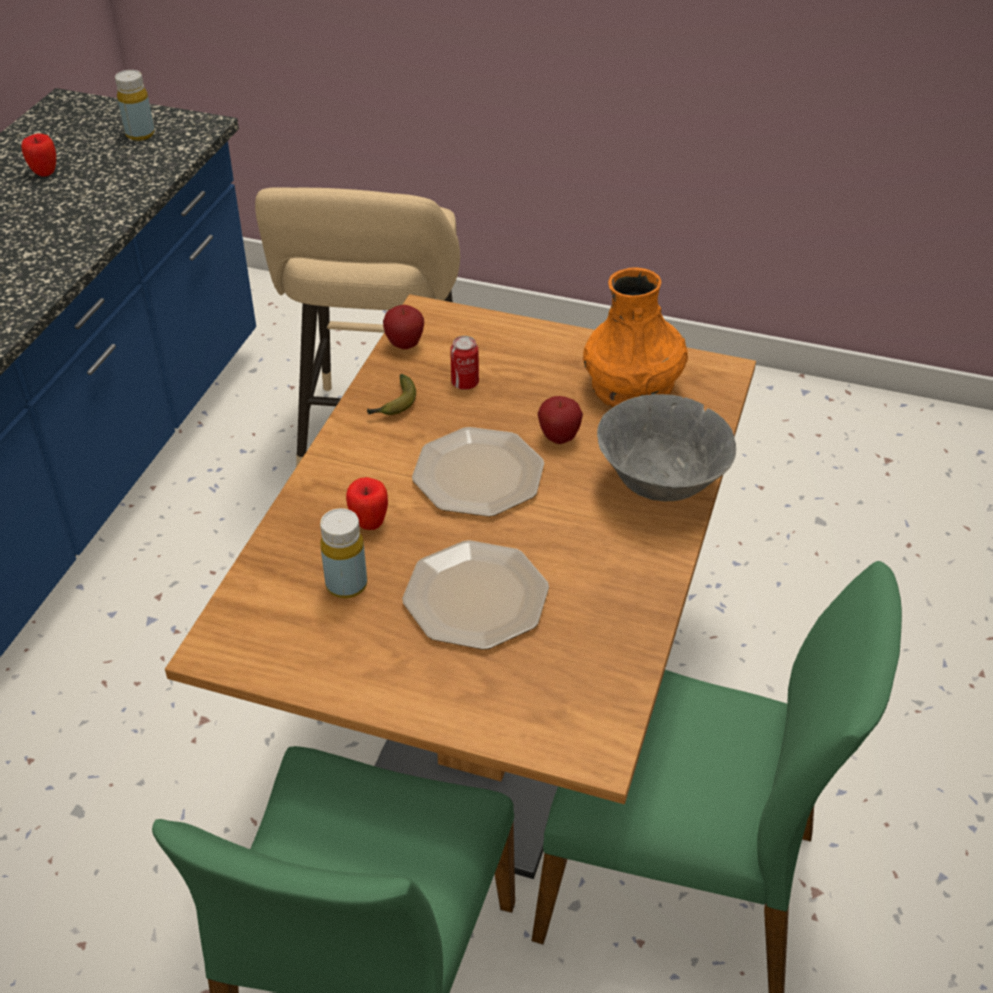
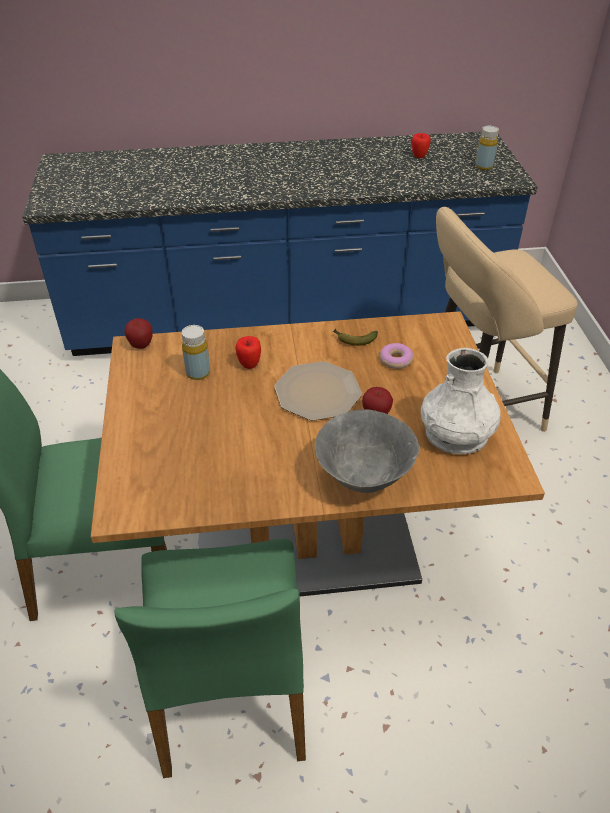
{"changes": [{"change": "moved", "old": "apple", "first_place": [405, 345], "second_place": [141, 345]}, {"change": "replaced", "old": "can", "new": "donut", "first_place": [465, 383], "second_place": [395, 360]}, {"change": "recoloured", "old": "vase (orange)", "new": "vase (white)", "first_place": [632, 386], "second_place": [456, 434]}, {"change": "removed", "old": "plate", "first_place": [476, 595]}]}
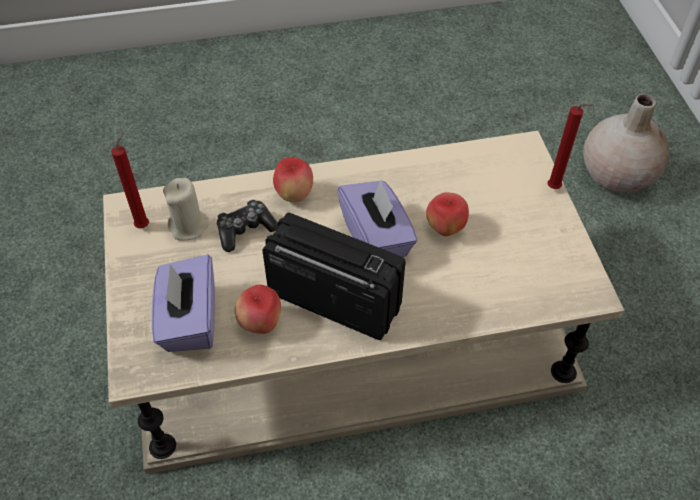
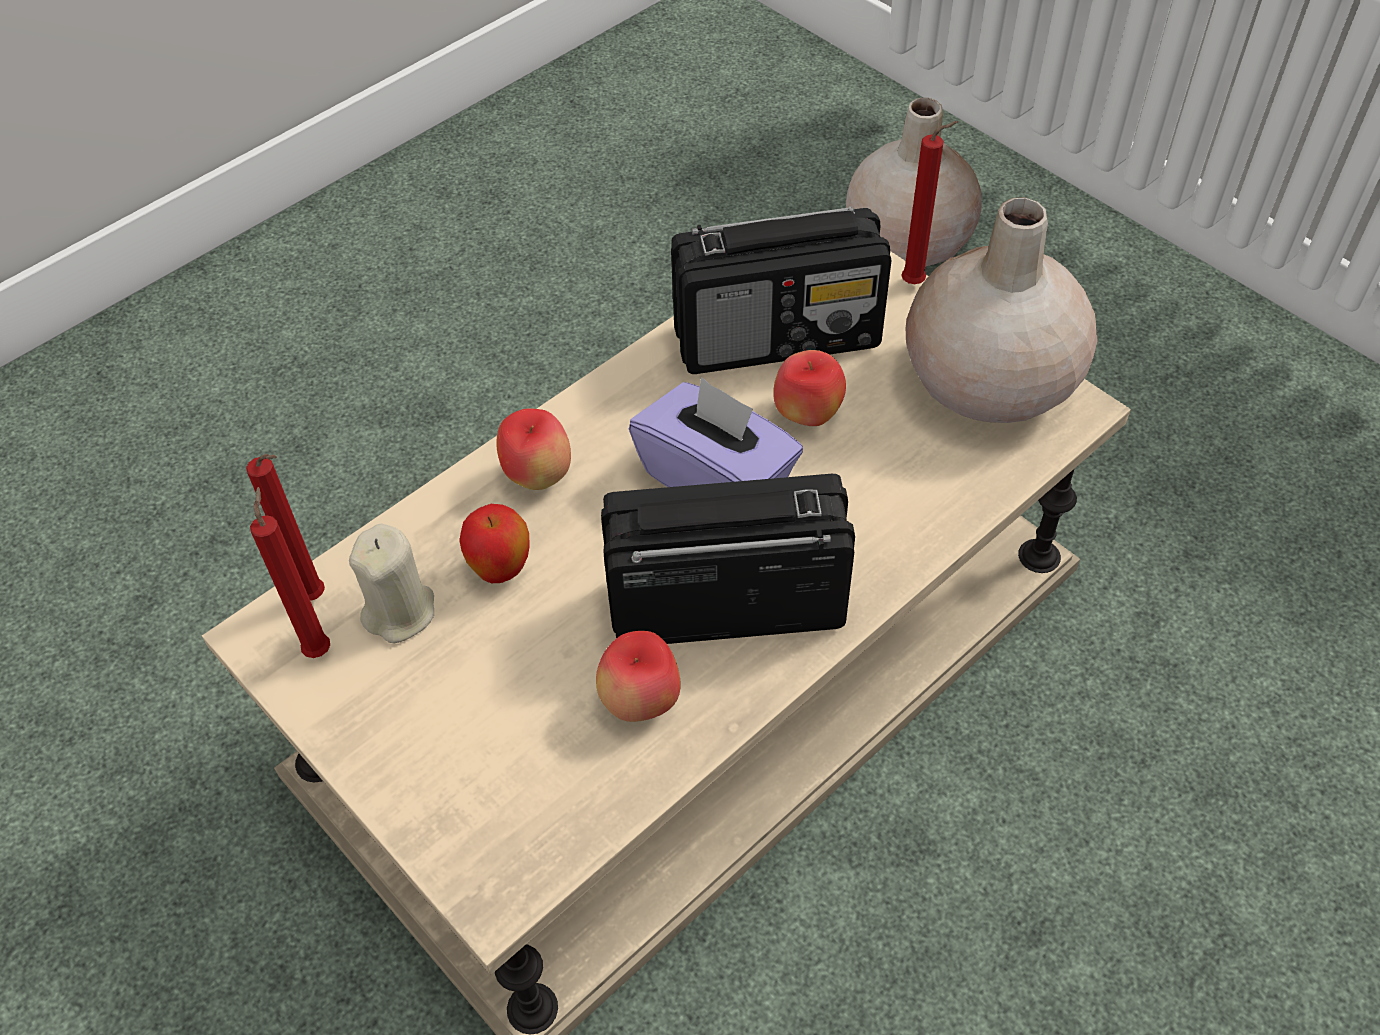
{"changes": [{"change": "added", "new": "candle (red)", "second_place": [317, 597]}, {"change": "replaced", "old": "game controller", "new": "apple", "first_place": [245, 230], "second_place": [501, 570]}, {"change": "added", "new": "radio", "second_place": [779, 337]}, {"change": "added", "new": "vase (beige)", "second_place": [988, 384]}, {"change": "removed", "old": "tissue box (purple)", "first_place": [189, 320]}]}
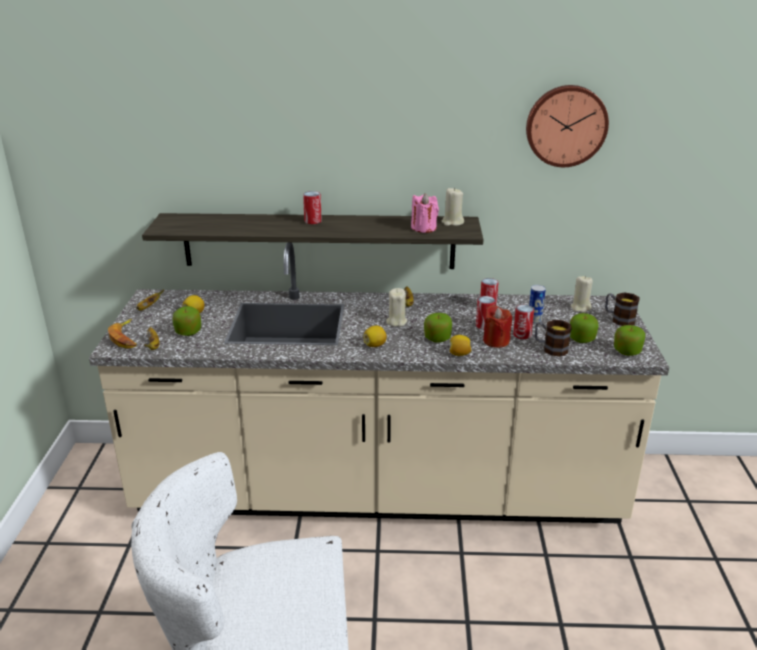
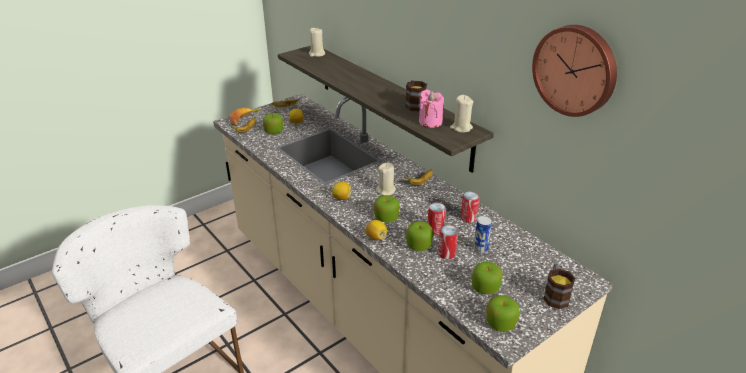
{"changes": [{"change": "moved", "old": "candle (beige)", "first_place": [580, 308], "second_place": [317, 54]}, {"change": "moved", "old": "mug", "first_place": [550, 348], "second_place": [414, 104]}, {"change": "replaced", "old": "candle (red)", "new": "apple", "first_place": [496, 341], "second_place": [419, 245]}, {"change": "removed", "old": "can", "first_place": [313, 221]}]}
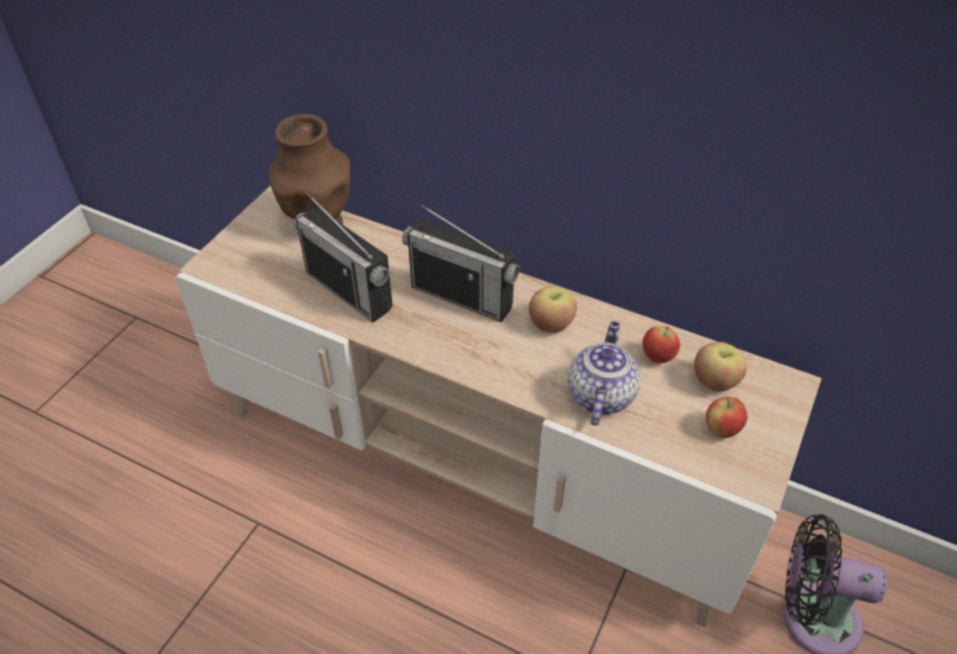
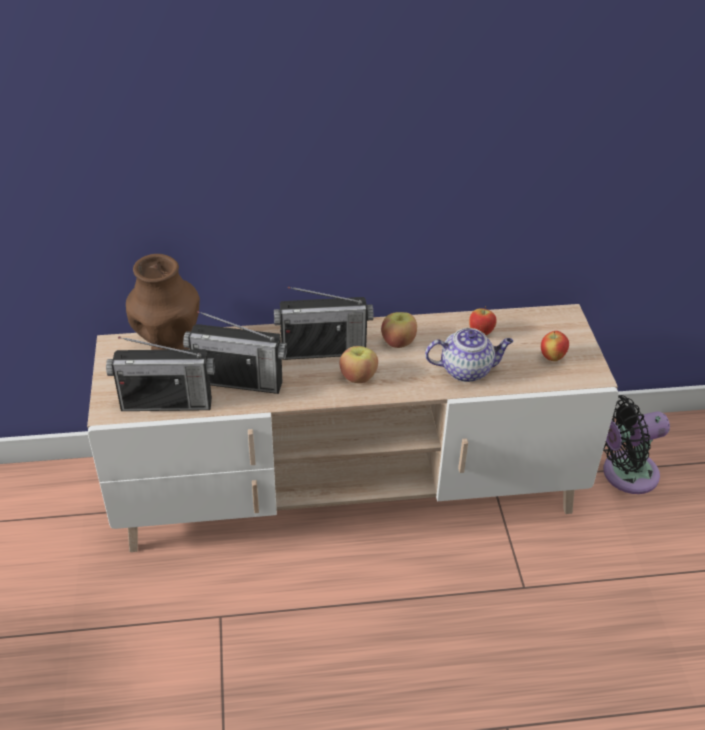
{"changes": [{"change": "added", "new": "radio", "second_place": [167, 403]}, {"change": "moved", "old": "apple", "first_place": [715, 381], "second_place": [358, 376]}, {"change": "turned", "old": "teapot", "first_place": [600, 394], "second_place": [467, 370], "degrees": 105}]}
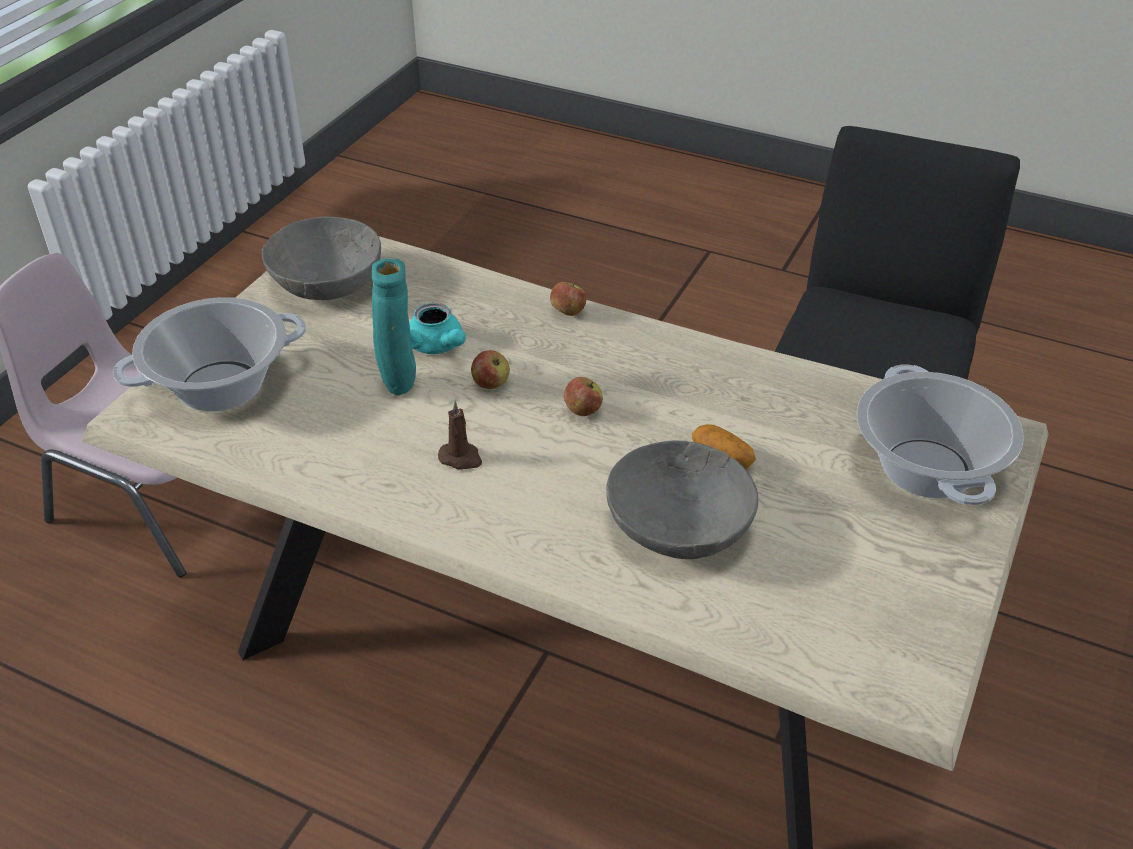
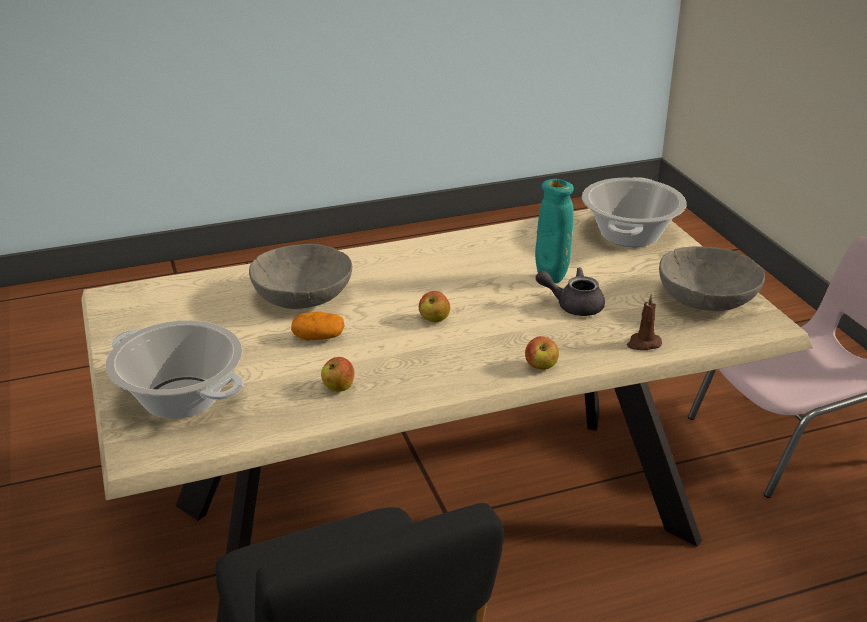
{"changes": [{"change": "moved", "old": "apple", "first_place": [491, 384], "second_place": [338, 388]}, {"change": "recoloured", "old": "teapot (turquoise)", "new": "teapot (grey)", "first_place": [437, 346], "second_place": [573, 305]}, {"change": "moved", "old": "candle (brown)", "first_place": [461, 458], "second_place": [643, 343]}]}
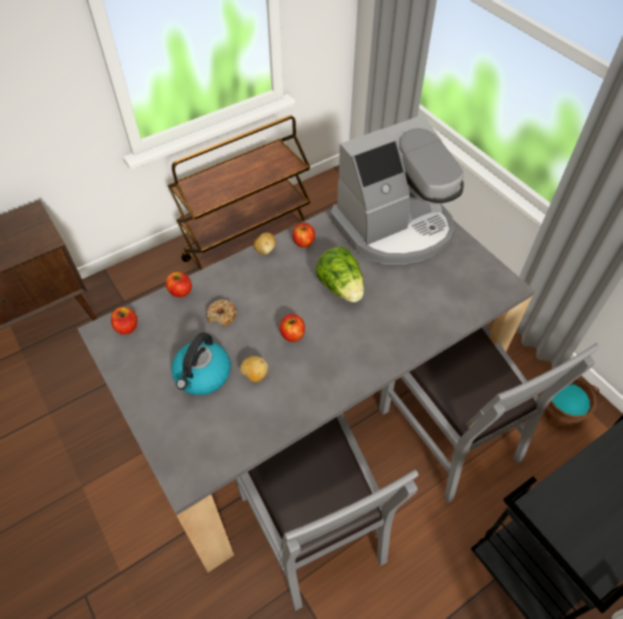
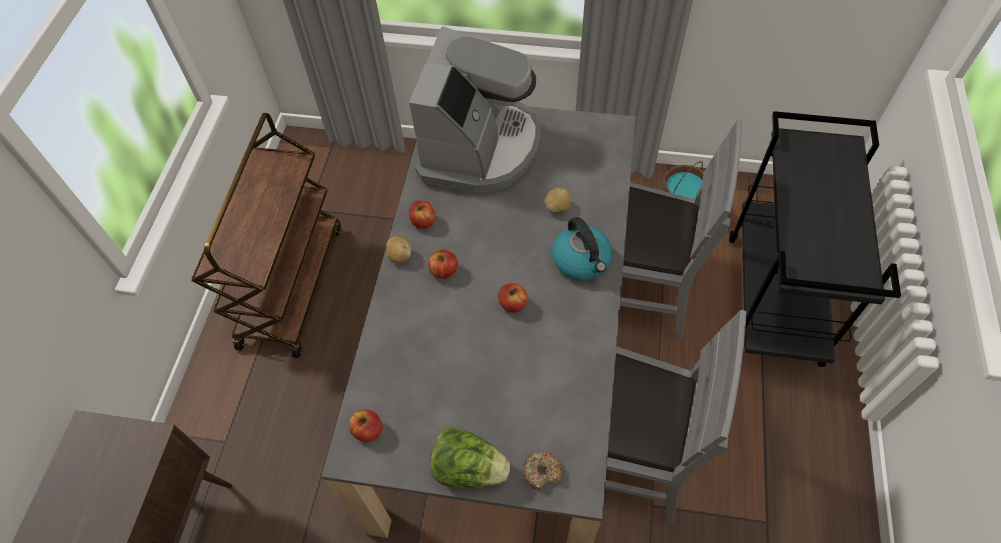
{"changes": [{"change": "moved", "old": "apple", "first_place": [180, 291], "second_place": [443, 271]}, {"change": "moved", "old": "lettuce", "first_place": [341, 287], "second_place": [469, 468]}, {"change": "moved", "old": "donut", "first_place": [222, 316], "second_place": [542, 472]}, {"change": "moved", "old": "potato", "first_place": [255, 375], "second_place": [557, 208]}, {"change": "moved", "old": "kettle", "first_place": [202, 375], "second_place": [581, 261]}]}
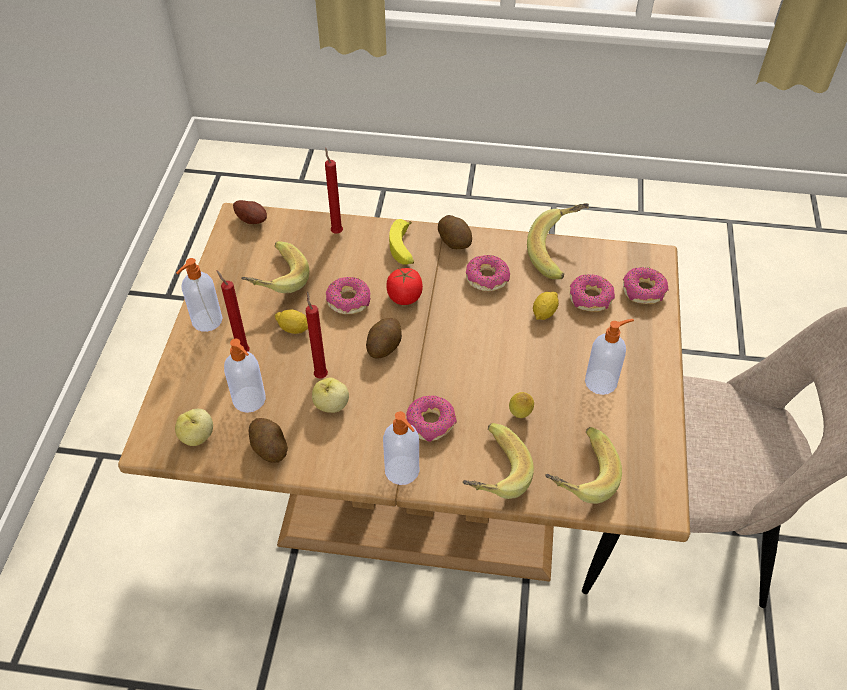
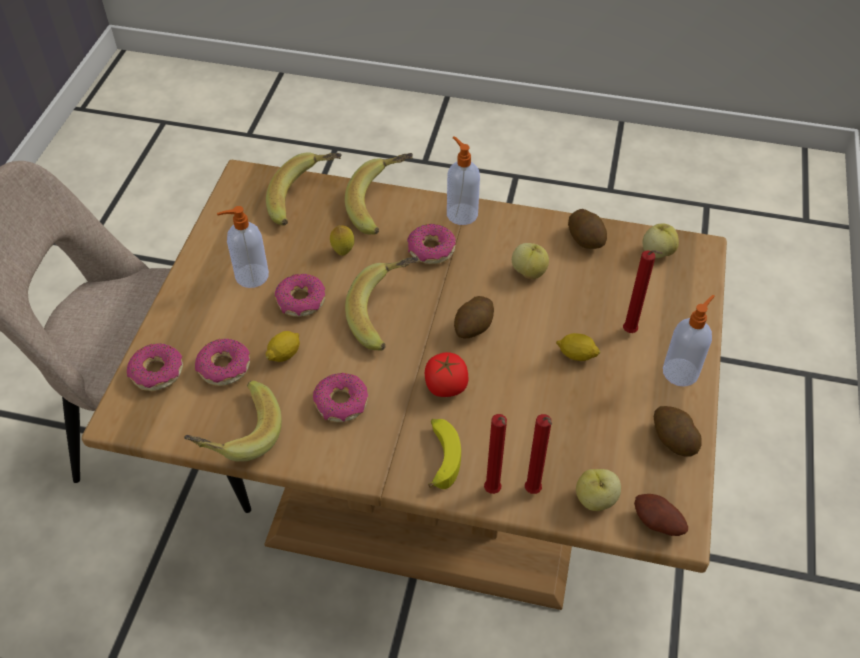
{"changes": [{"change": "moved", "old": "donut", "first_place": [348, 301], "second_place": [301, 301]}, {"change": "moved", "old": "banana", "first_place": [274, 281], "second_place": [387, 315]}, {"change": "moved", "old": "candle (red)", "first_place": [320, 374], "second_place": [492, 492]}, {"change": "added", "new": "apple", "second_place": [595, 500]}, {"change": "moved", "old": "potato", "first_place": [455, 241], "second_place": [673, 439]}, {"change": "removed", "old": "soap dispenser", "first_place": [250, 400]}]}
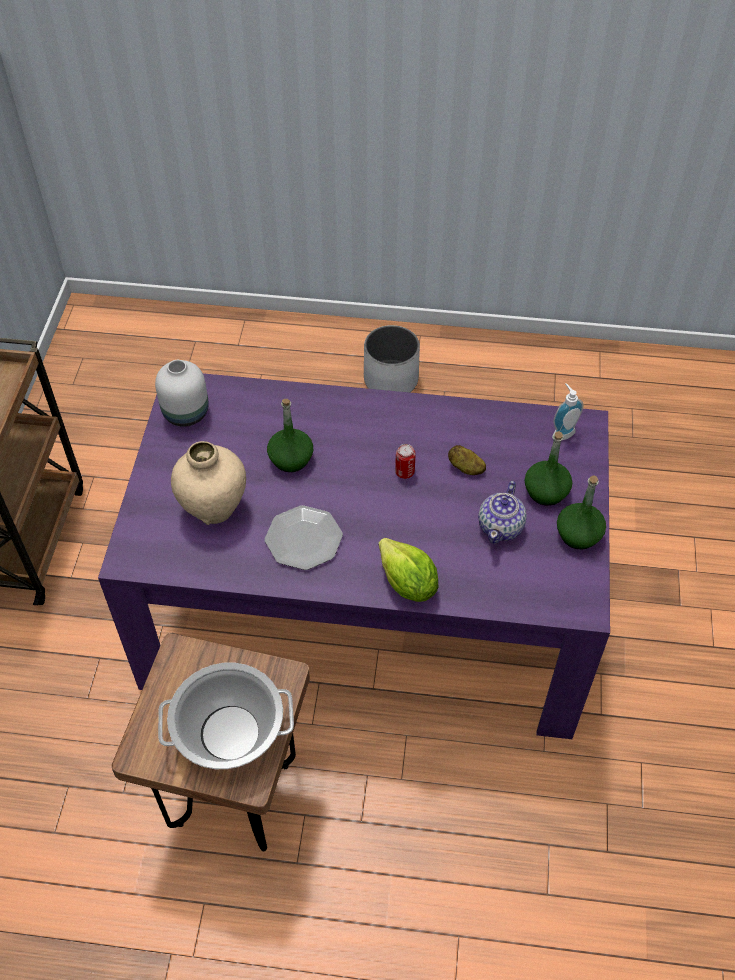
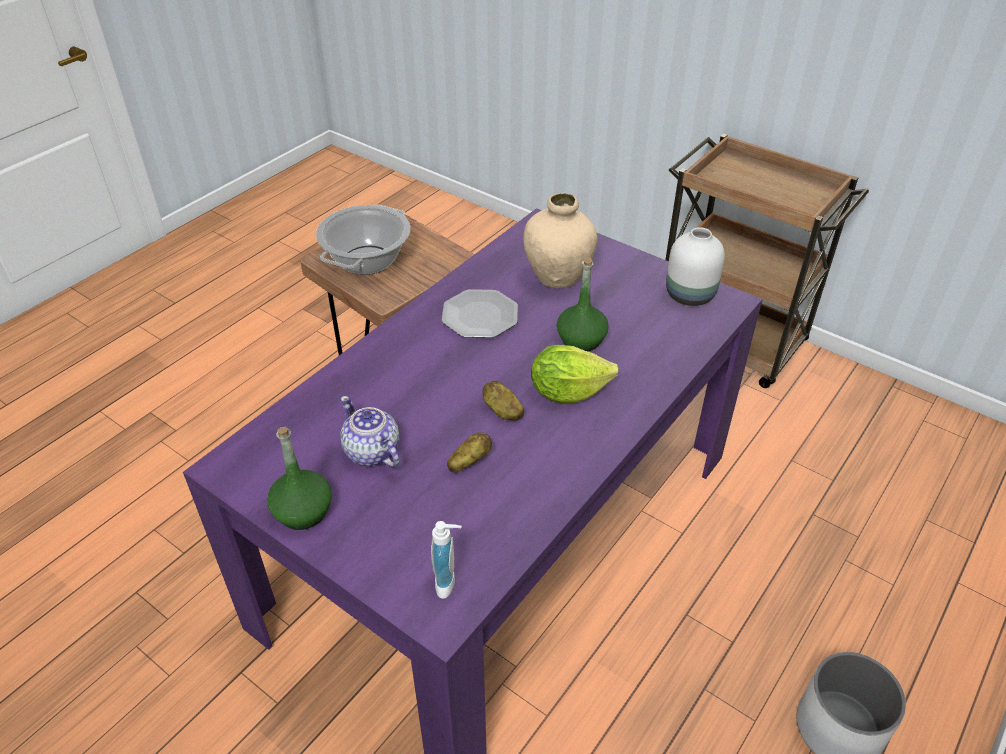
{"changes": [{"change": "replaced", "old": "can", "new": "potato", "first_place": [404, 472], "second_place": [502, 411]}, {"change": "moved", "old": "lettuce", "first_place": [407, 584], "second_place": [567, 391]}, {"change": "removed", "old": "bottle (green)", "first_place": [546, 492]}]}
